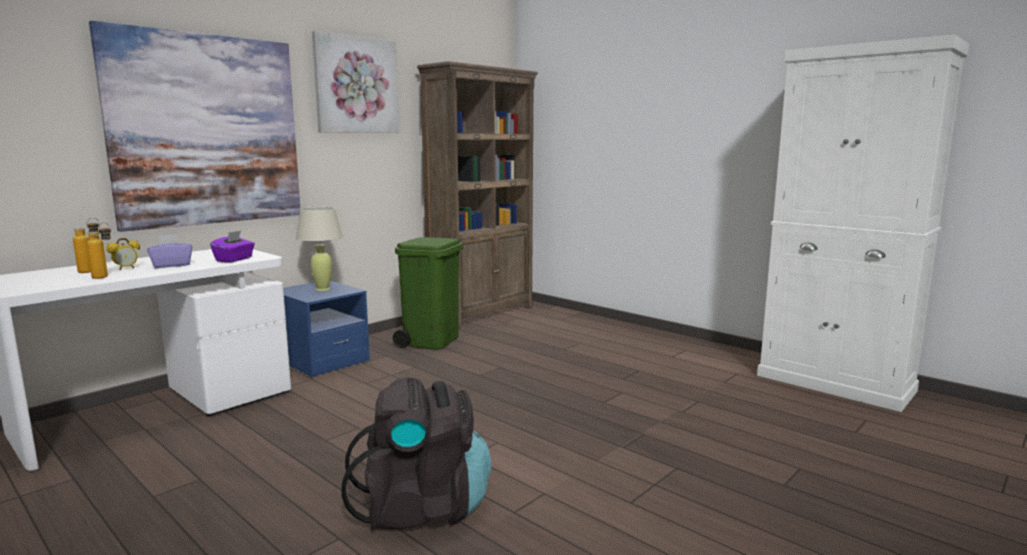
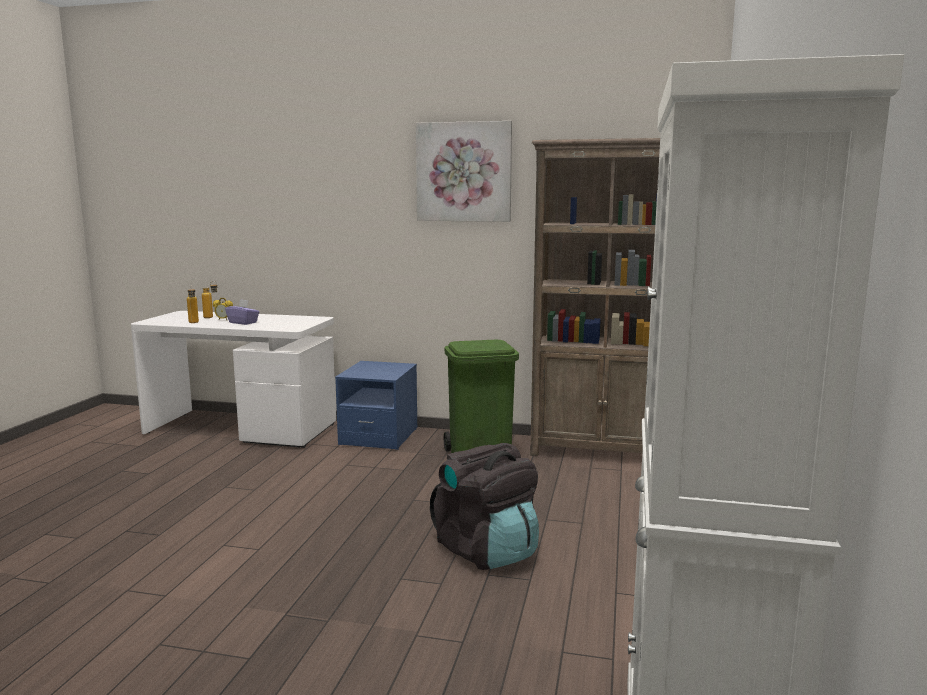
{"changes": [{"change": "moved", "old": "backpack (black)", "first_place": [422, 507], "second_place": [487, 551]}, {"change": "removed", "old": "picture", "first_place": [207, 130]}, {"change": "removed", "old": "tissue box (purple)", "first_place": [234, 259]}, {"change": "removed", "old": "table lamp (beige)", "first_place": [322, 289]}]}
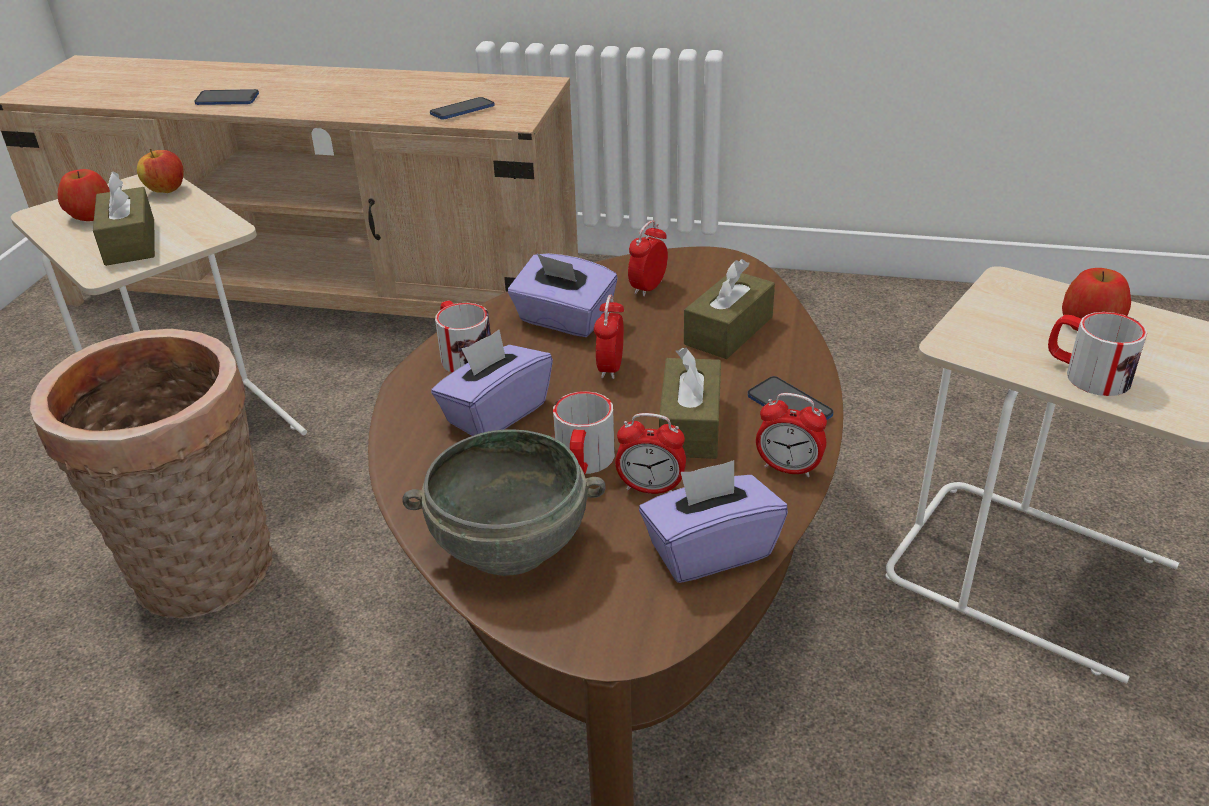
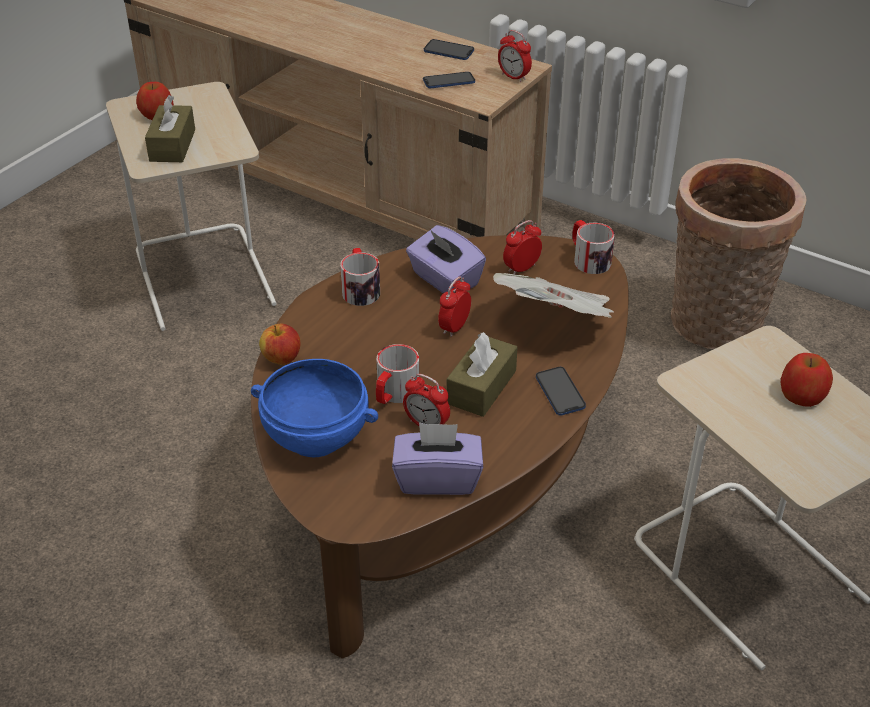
{"changes": [{"change": "recoloured", "old": "bowl (grey)", "new": "bowl (blue)", "first_place": [509, 546], "second_place": [315, 437]}, {"change": "moved", "old": "apple", "first_place": [166, 190], "second_place": [282, 359]}, {"change": "moved", "old": "phone", "first_place": [227, 99], "second_place": [448, 51]}, {"change": "replaced", "old": "tissue box (brown)", "new": "newspaper", "first_place": [728, 331], "second_place": [557, 320]}, {"change": "moved", "old": "alarm clock", "first_place": [788, 468], "second_place": [514, 77]}, {"change": "moved", "old": "mug", "first_place": [1086, 374], "second_place": [588, 259]}, {"change": "moved", "old": "basket", "first_place": [202, 578], "second_place": [715, 327]}, {"change": "removed", "old": "tissue box (purple)", "first_place": [495, 413]}]}
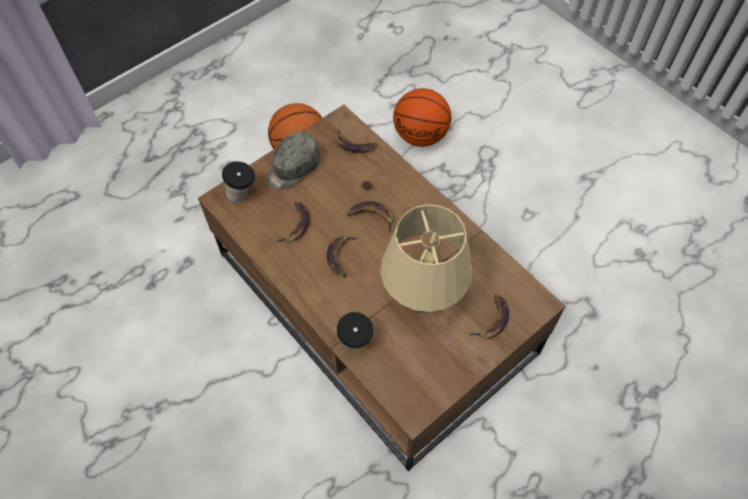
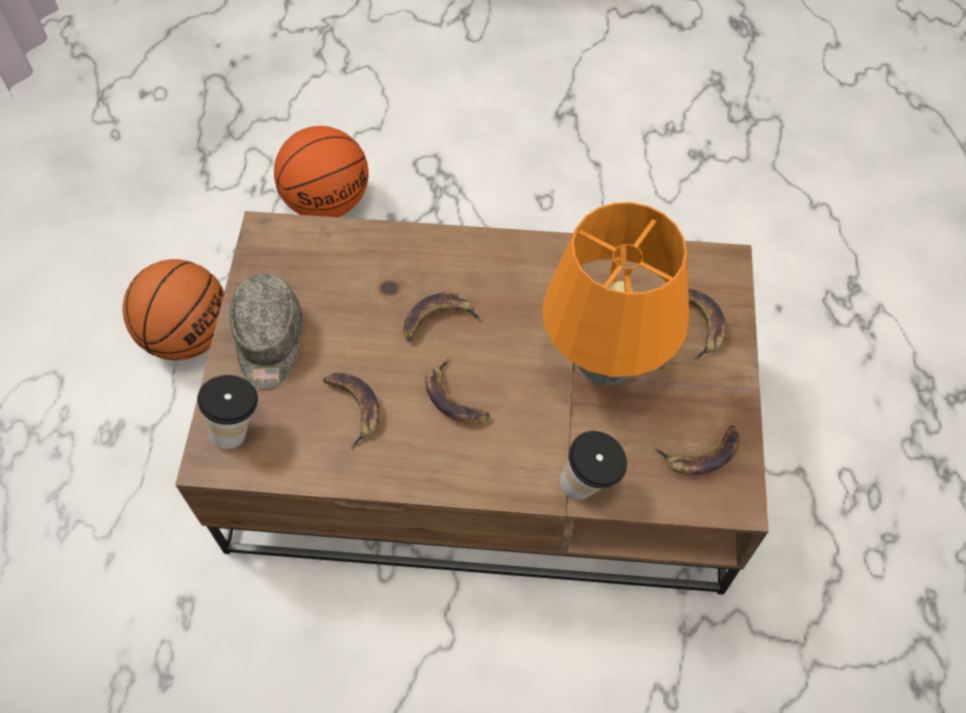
{"changes": [{"change": "recoloured", "old": "table lamp (beige)", "new": "table lamp (orange)", "first_place": [422, 299], "second_place": [603, 365]}, {"change": "moved", "old": "banana", "first_place": [354, 145], "second_place": [702, 453]}]}
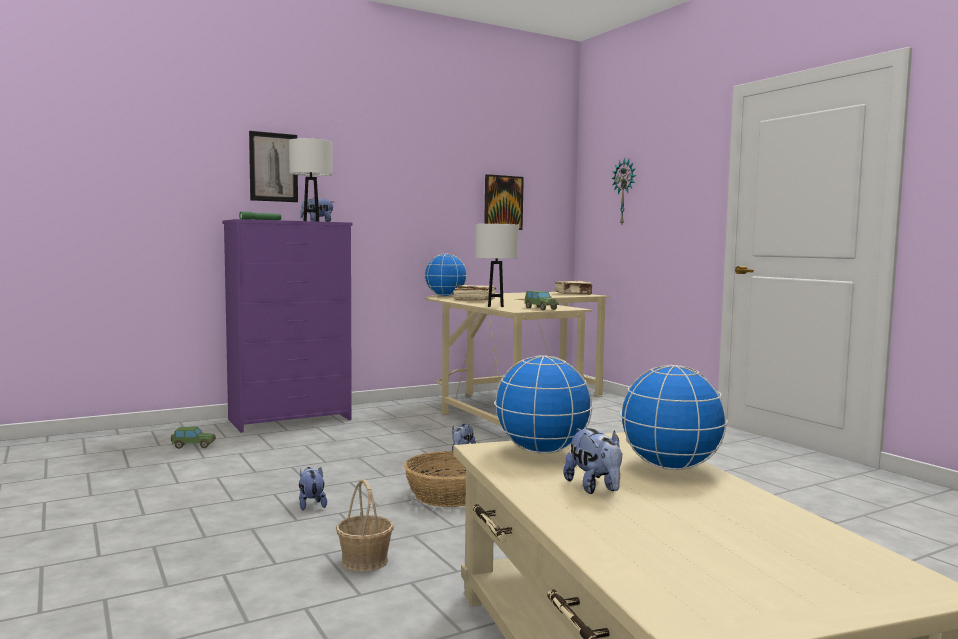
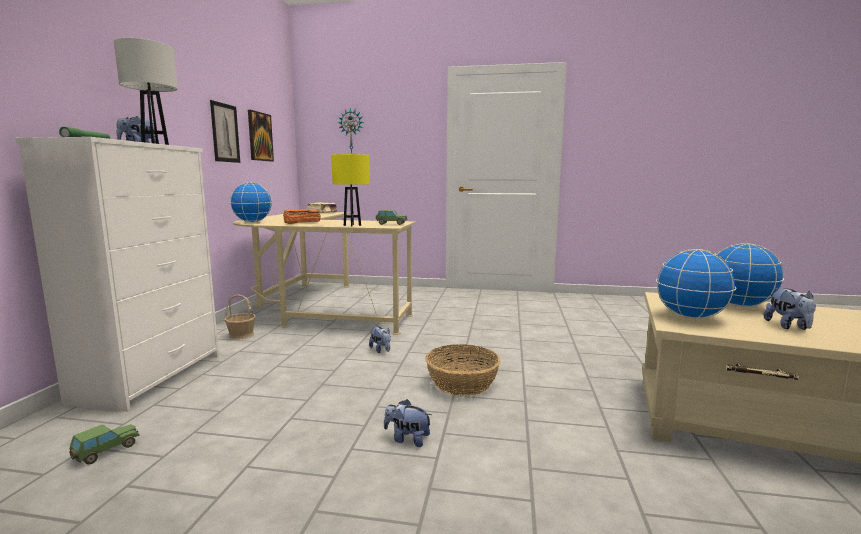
{"changes": [{"change": "recoloured", "old": "dresser (purple)", "new": "dresser (white)", "first_place": [291, 419], "second_place": [152, 377]}, {"change": "moved", "old": "picture", "first_place": [273, 167], "second_place": [225, 133]}, {"change": "moved", "old": "basket", "first_place": [365, 561], "second_place": [241, 335]}, {"change": "recoloured", "old": "book (beige)", "new": "book (orange)", "first_place": [474, 300], "second_place": [301, 223]}, {"change": "recoloured", "old": "table lamp (white)", "new": "table lamp (yellow)", "first_place": [495, 306], "second_place": [352, 225]}, {"change": "turned", "old": "plush toy", "first_place": [594, 488], "second_place": [788, 326], "degrees": 75}]}
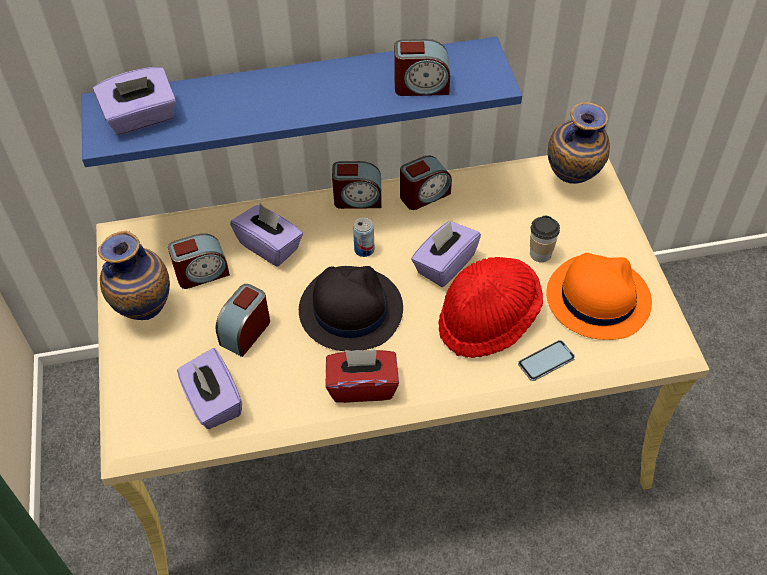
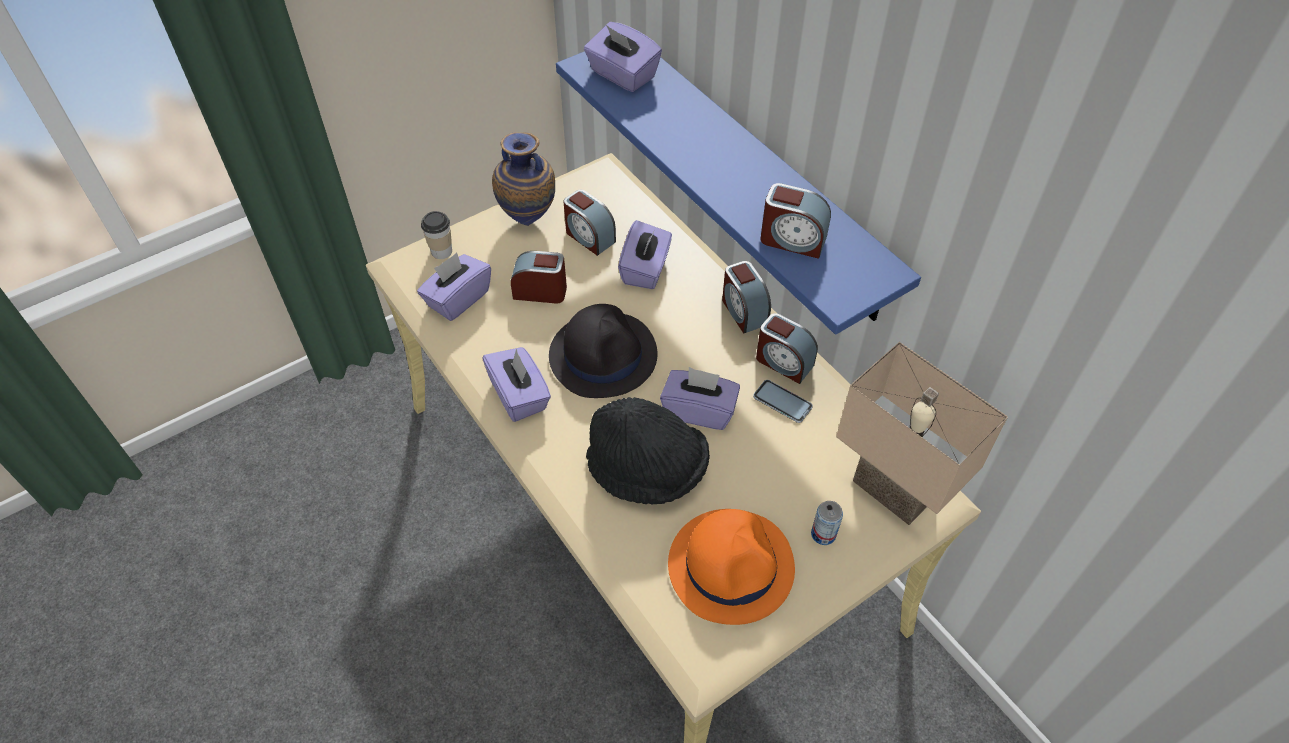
{"changes": [{"change": "moved", "old": "cup", "first_place": [540, 254], "second_place": [441, 251]}, {"change": "recoloured", "old": "tissue box (red)", "new": "tissue box (purple)", "first_place": [362, 386], "second_place": [519, 396]}, {"change": "recoloured", "old": "hat (red)", "new": "hat (black)", "first_place": [488, 320], "second_place": [647, 471]}, {"change": "moved", "old": "phone", "first_place": [546, 361], "second_place": [782, 402]}, {"change": "turned", "old": "alarm clock", "first_place": [421, 86], "second_place": [792, 240], "degrees": -45}, {"change": "moved", "old": "can", "first_place": [364, 249], "second_place": [823, 534]}, {"change": "replaced", "old": "vase", "new": "table lamp (beige)", "first_place": [571, 183], "second_place": [890, 491]}]}
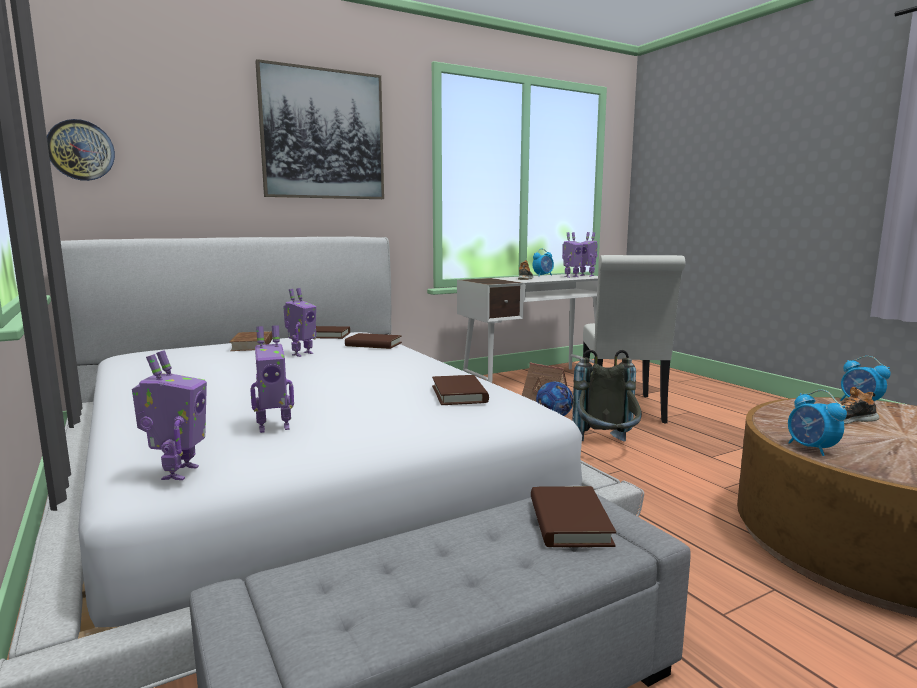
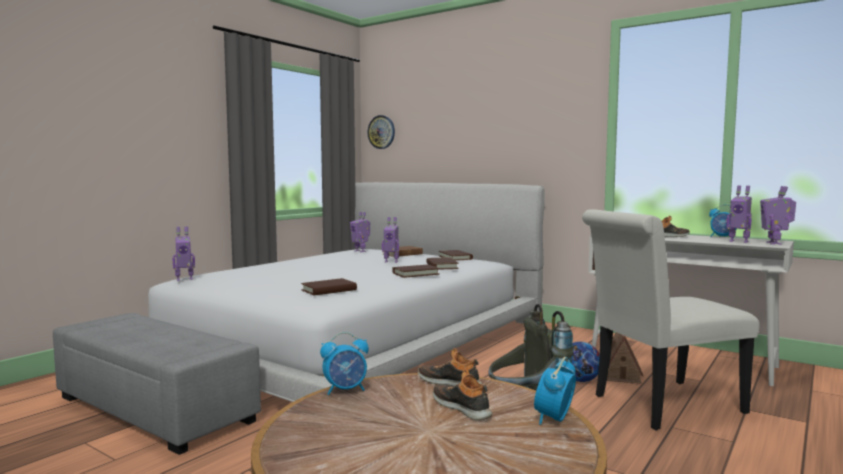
{"changes": [{"change": "turned", "old": "alarm clock", "first_place": [811, 449], "second_place": [345, 390], "degrees": -150}, {"change": "moved", "old": "toy robot", "first_place": [274, 427], "second_place": [360, 251]}, {"change": "moved", "old": "book (brown)", "first_place": [569, 521], "second_place": [415, 273]}, {"change": "added", "new": "shoe", "second_place": [450, 383]}, {"change": "removed", "old": "picture", "first_place": [323, 135]}]}
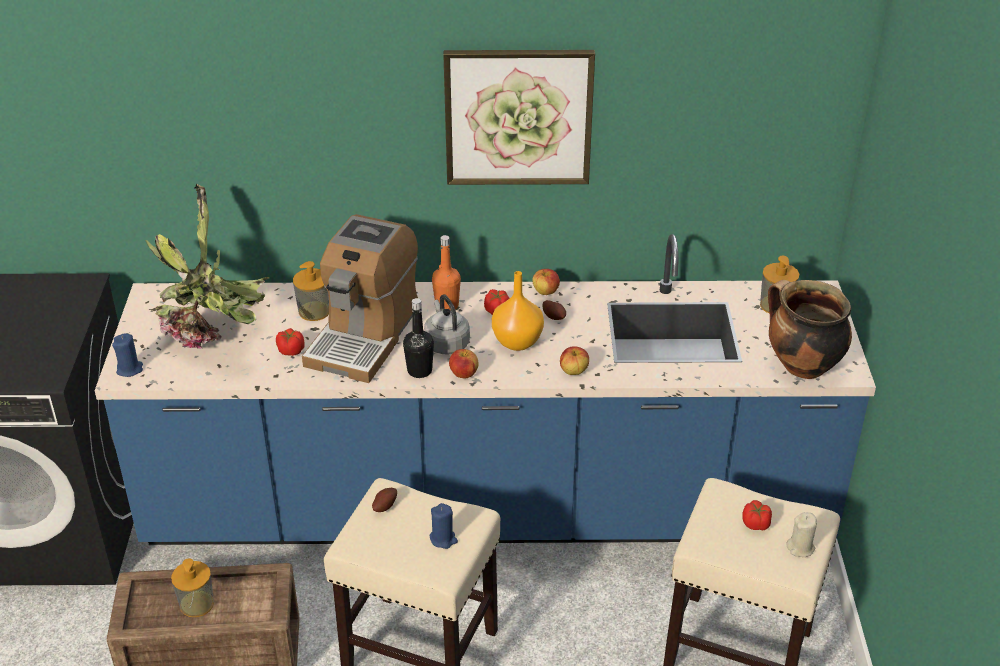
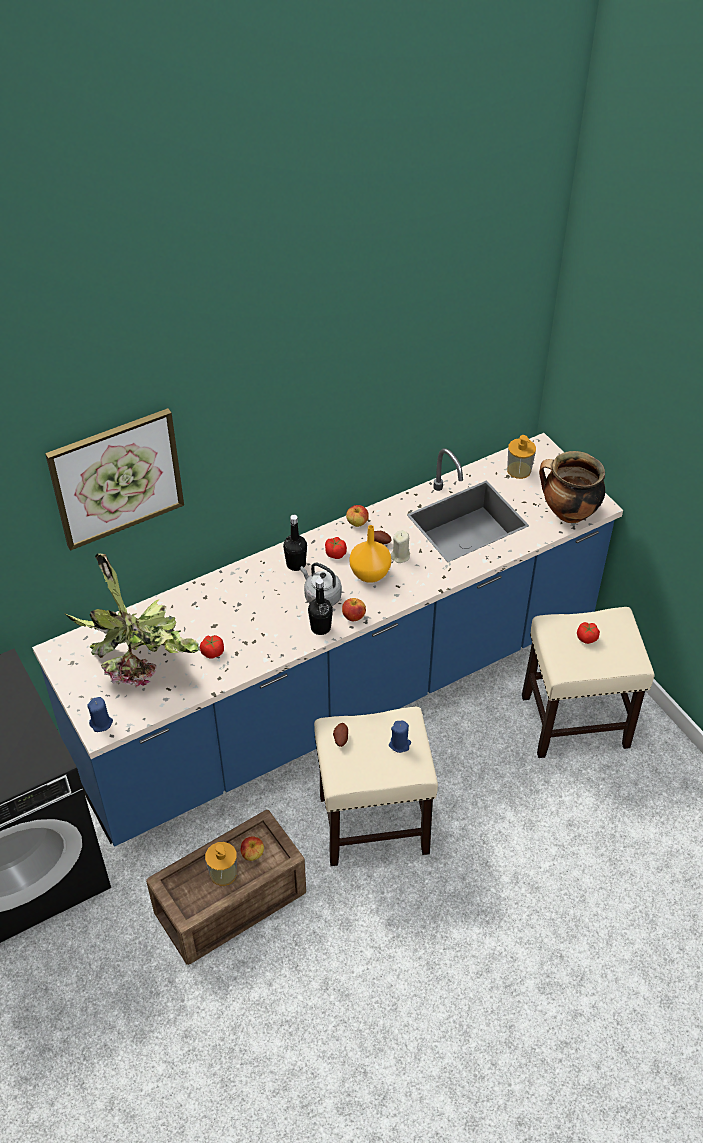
{"changes": [{"change": "moved", "old": "picture", "first_place": [518, 117], "second_place": [116, 478]}, {"change": "moved", "old": "apple", "first_place": [574, 371], "second_place": [252, 854]}, {"change": "recoloured", "old": "bottle (orange)", "new": "bottle (black)", "first_place": [447, 305], "second_place": [296, 564]}, {"change": "moved", "old": "candle (beige)", "first_place": [800, 548], "second_place": [400, 556]}, {"change": "removed", "old": "soap dispenser", "first_place": [314, 311]}, {"change": "removed", "old": "coffee machine", "first_place": [364, 336]}]}
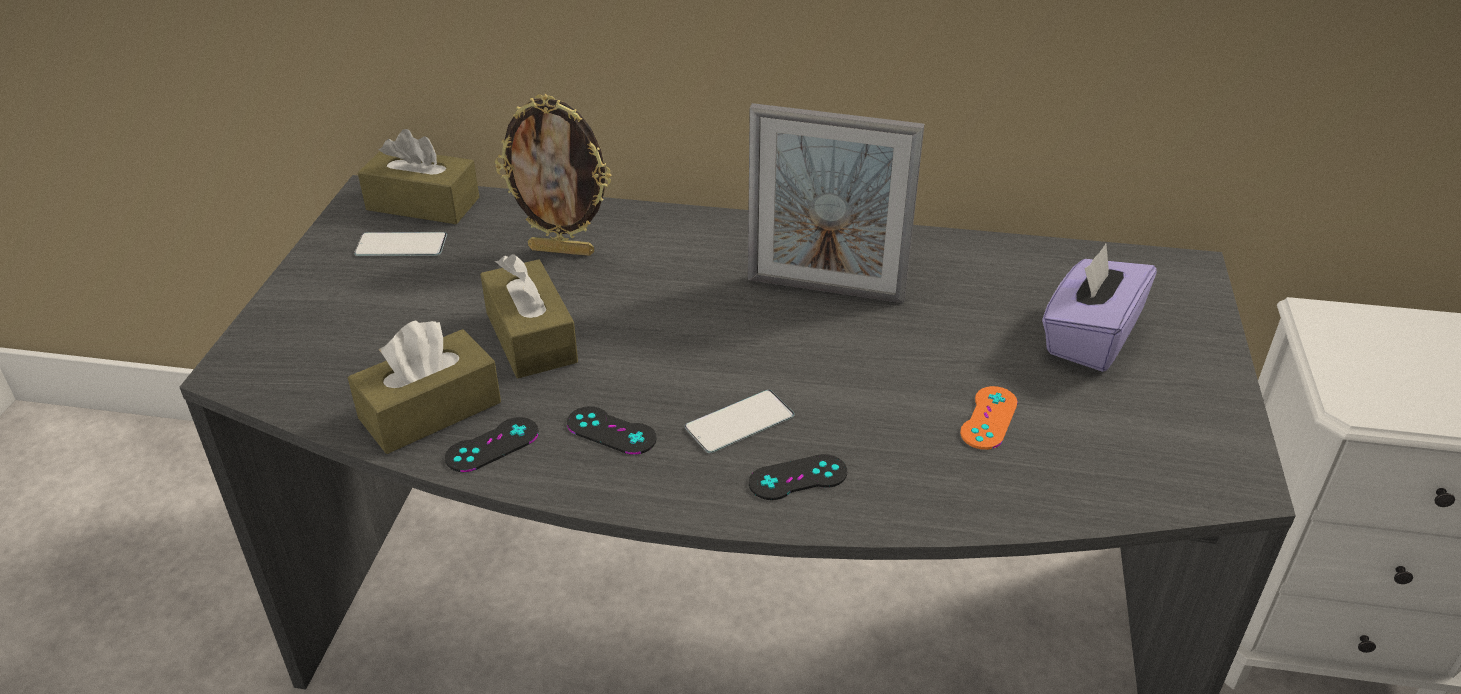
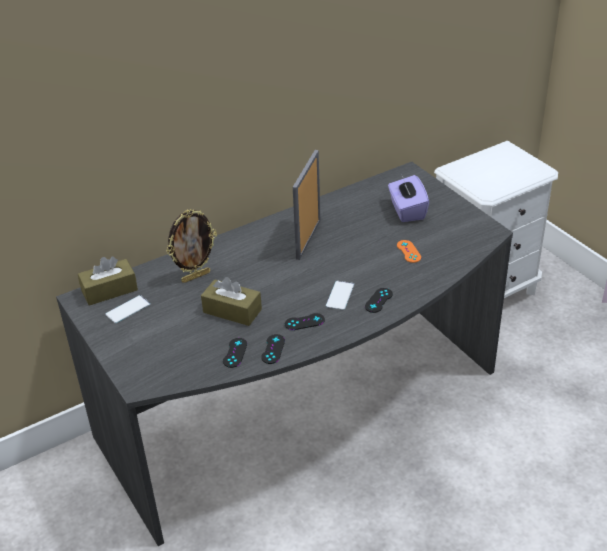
{"changes": [{"change": "replaced", "old": "tissue box (brown)", "new": "game controller (black)", "first_place": [430, 410], "second_place": [235, 353]}, {"change": "turned", "old": "picture frame", "first_place": [825, 289], "second_place": [308, 239], "degrees": 135}]}
